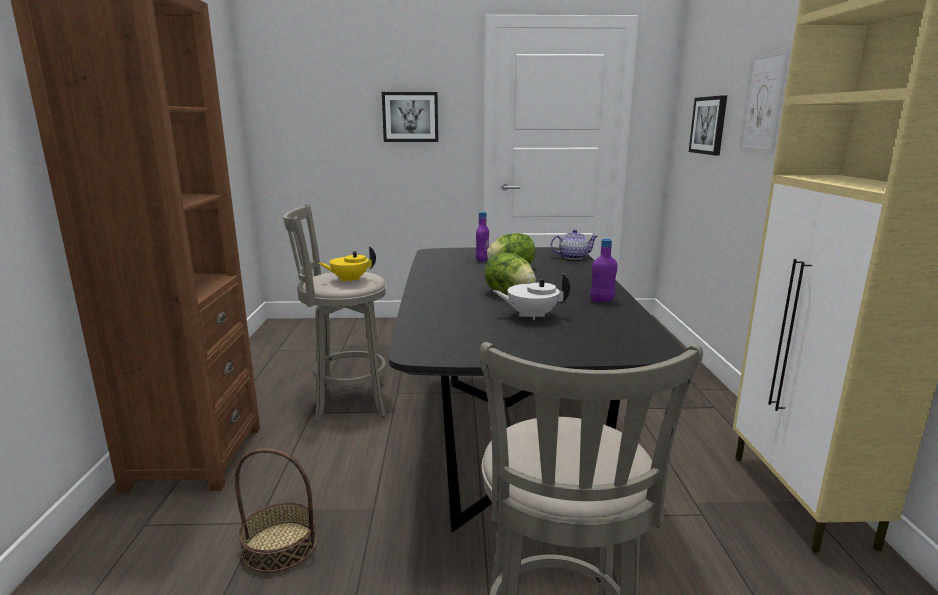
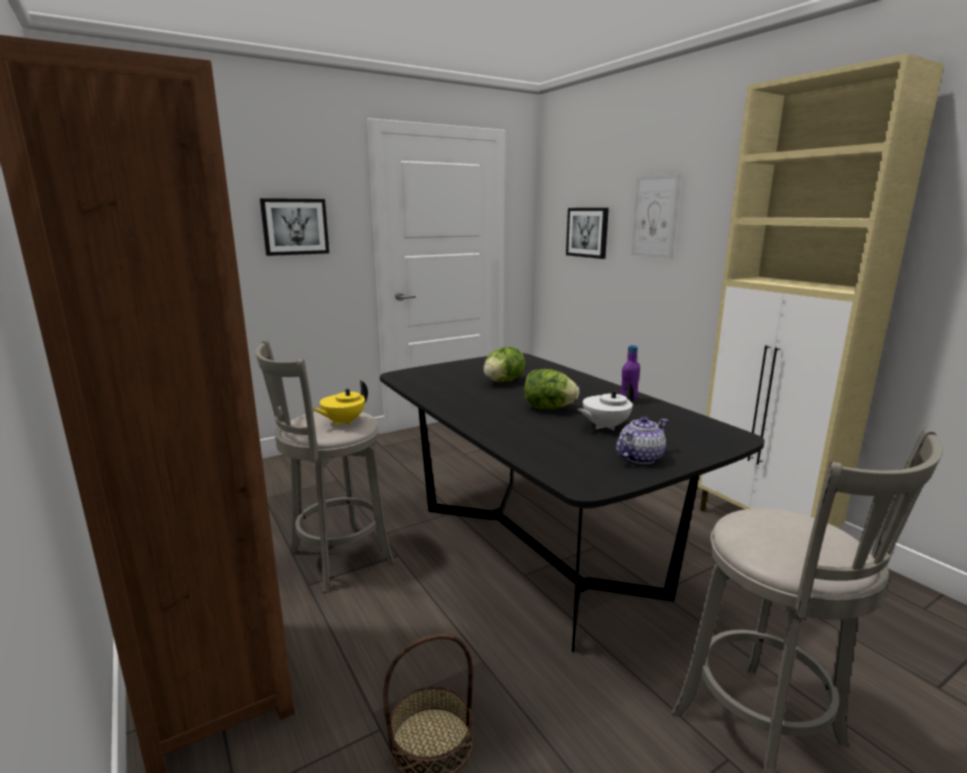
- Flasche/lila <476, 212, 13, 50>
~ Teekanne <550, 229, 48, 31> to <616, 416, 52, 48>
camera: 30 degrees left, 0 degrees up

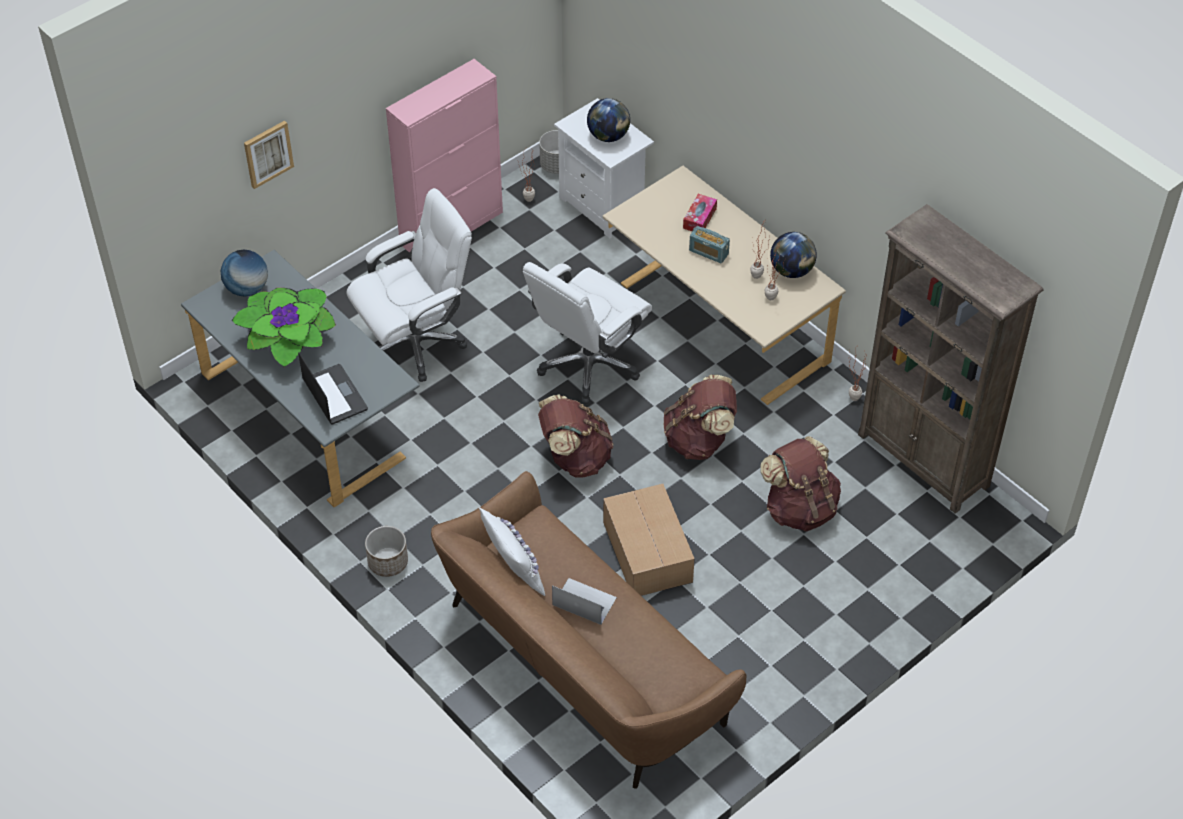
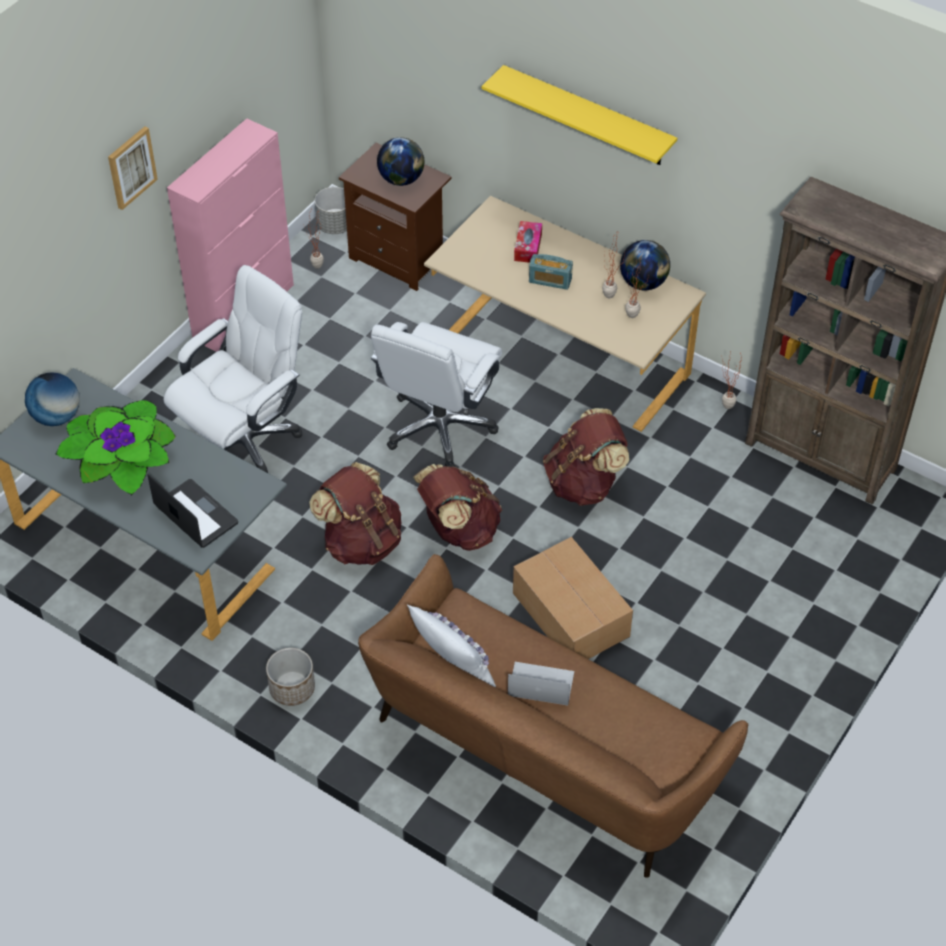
~ Bild <244, 121, 50, 68> to <108, 126, 50, 84>
~ Nachttisch/weiß <554, 98, 100, 140> to Nachttisch/braun <339, 143, 113, 148>
~ Rucksack/braun <760, 436, 81, 95> to <309, 462, 92, 103>
+ Wandregal/gelb <482, 65, 195, 100>
camera: 15 degrees left, 0 degrees up

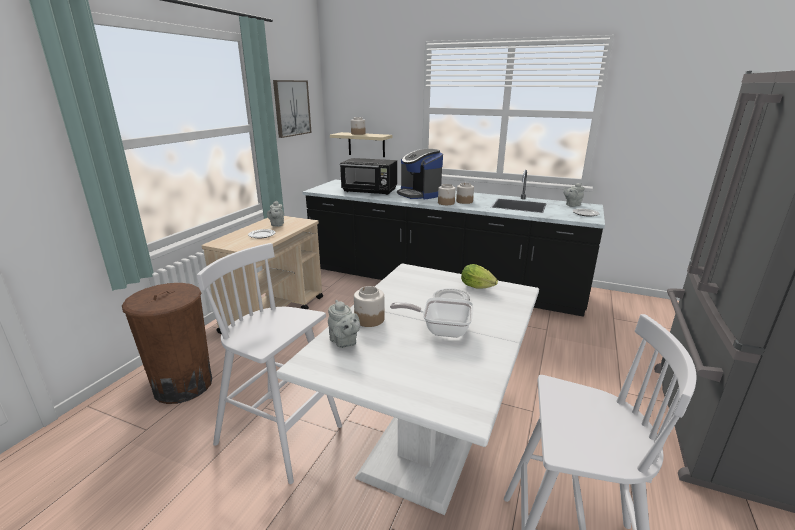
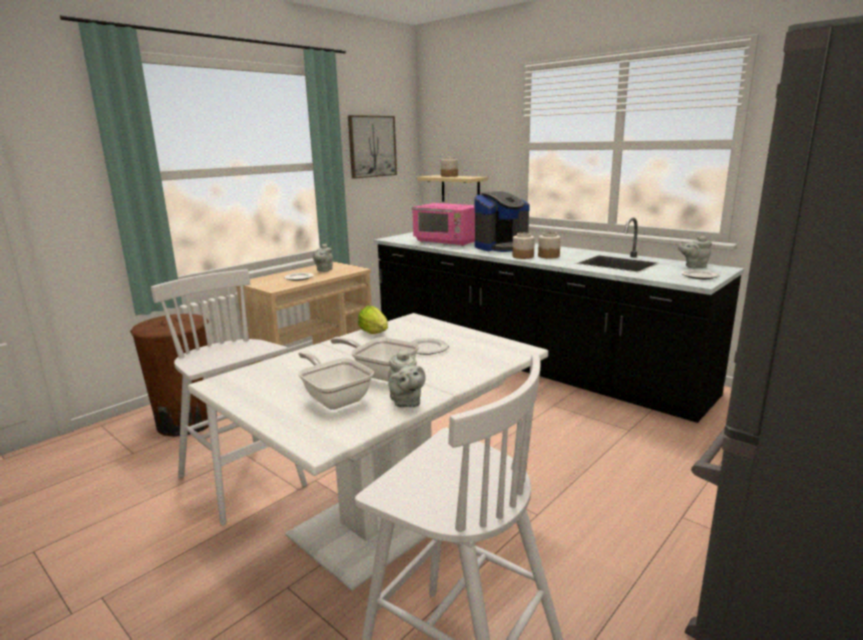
~ Teekanne/grau <328, 300, 32, 48> to <388, 348, 38, 59>
~ Mikrowelle/schwarz <340, 158, 57, 37> to Mikrowelle/rosa <412, 203, 63, 43>
- Vorratsglas <354, 286, 31, 41>
~ Kaffeemaschine <397, 149, 46, 51> = <475, 191, 55, 61> 105 degrees counterclockwise
~ Salatkopf <461, 264, 37, 25> to <358, 306, 30, 28>
+ Pfanne <298, 351, 76, 59>
camera: 20 degrees right, 5 degrees down

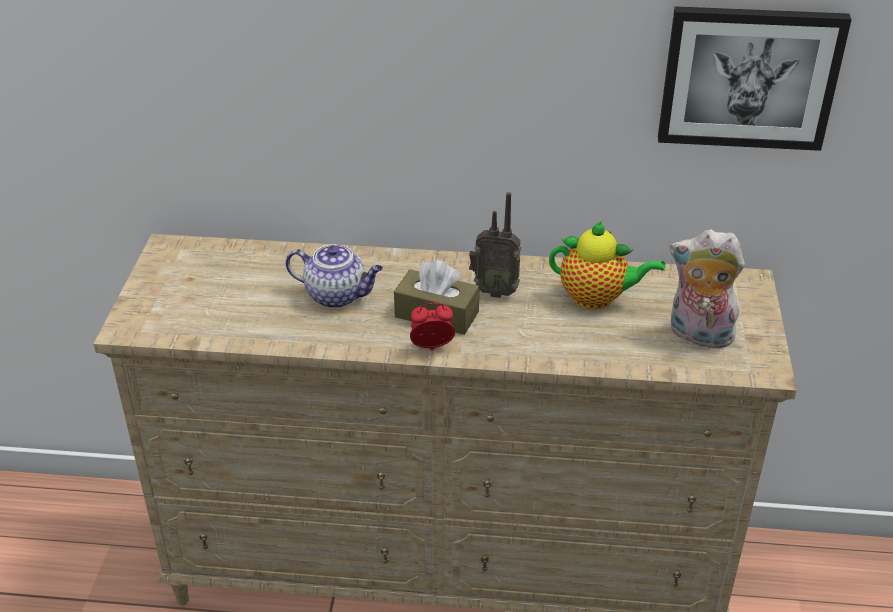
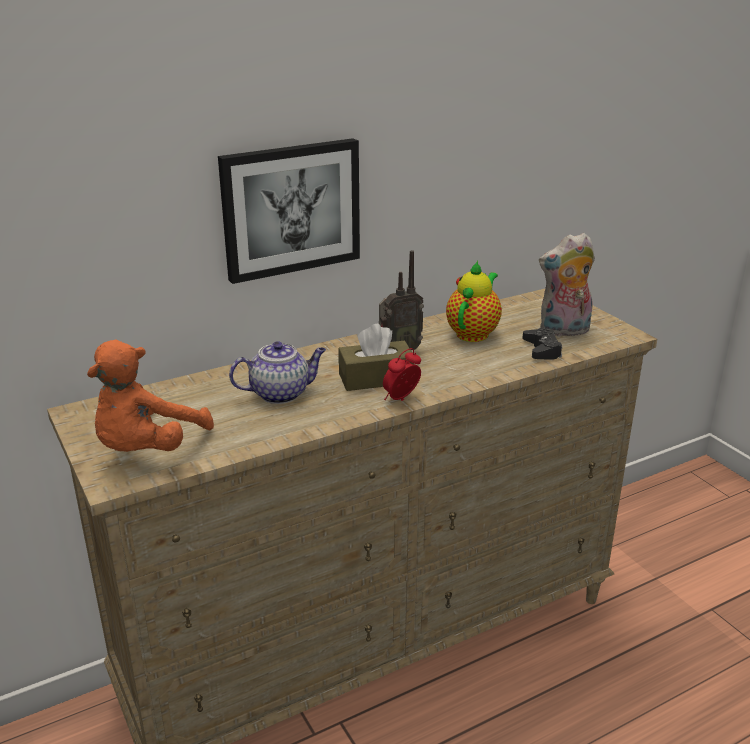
~ Teekanne <549, 221, 117, 88> = <446, 261, 56, 81> 45 degrees counterclockwise
~ Bild <658, 6, 194, 145> to <218, 138, 142, 146>
+ Plüschtier/orange <87, 339, 127, 113>
+ Gamepad/schwarz <522, 328, 40, 32>
camera: 35 degrees left, 10 degrees down

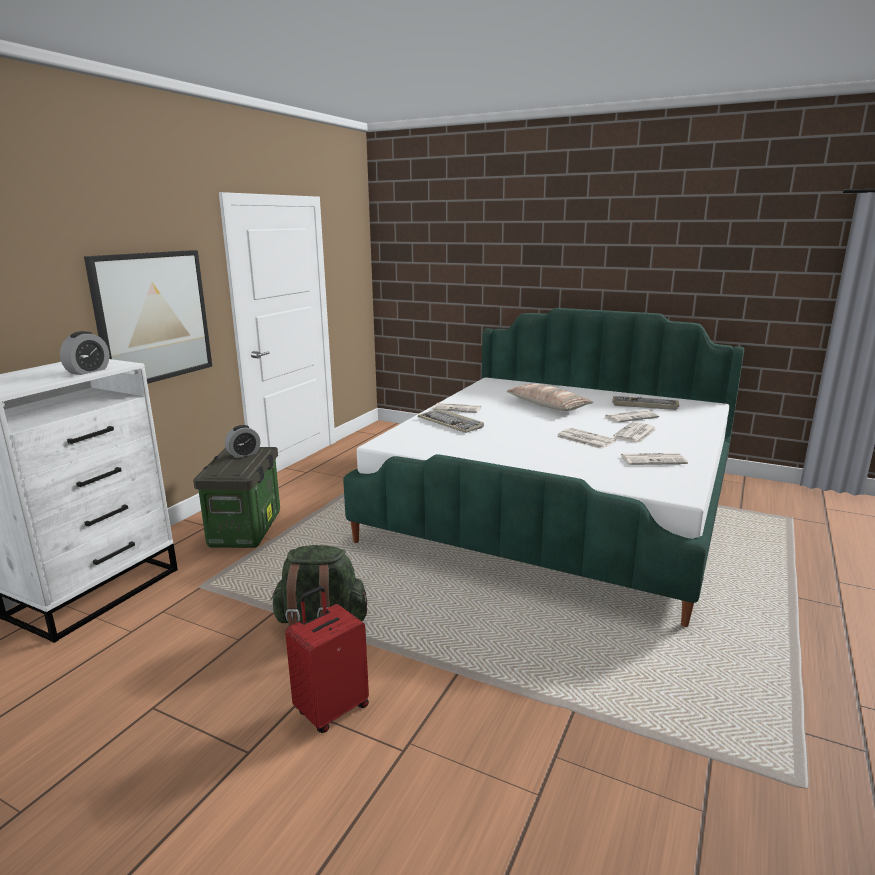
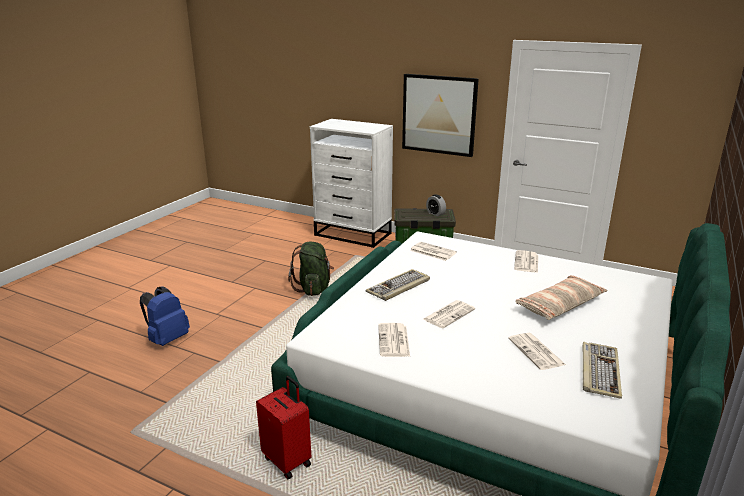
- Wecker <60, 331, 49, 44>
~ Koffer/rot <285, 586, 84, 147> to <256, 376, 55, 104>
~ Tastatur <418, 409, 66, 24> to <365, 269, 65, 32>
~ Zeitung <613, 422, 43, 21> to <410, 242, 47, 19>
+ Rucksack/blau <140, 287, 50, 59>
camera: 90 degrees right, 5 degrees up

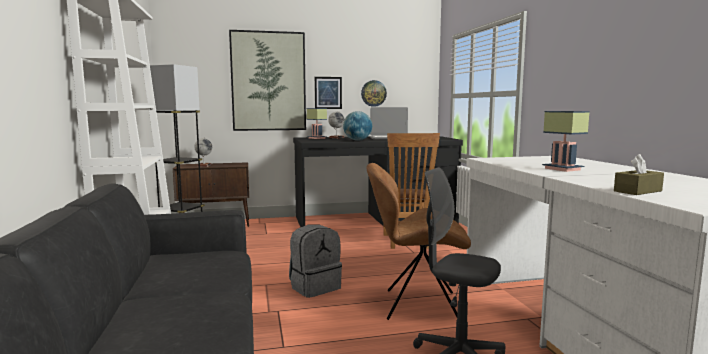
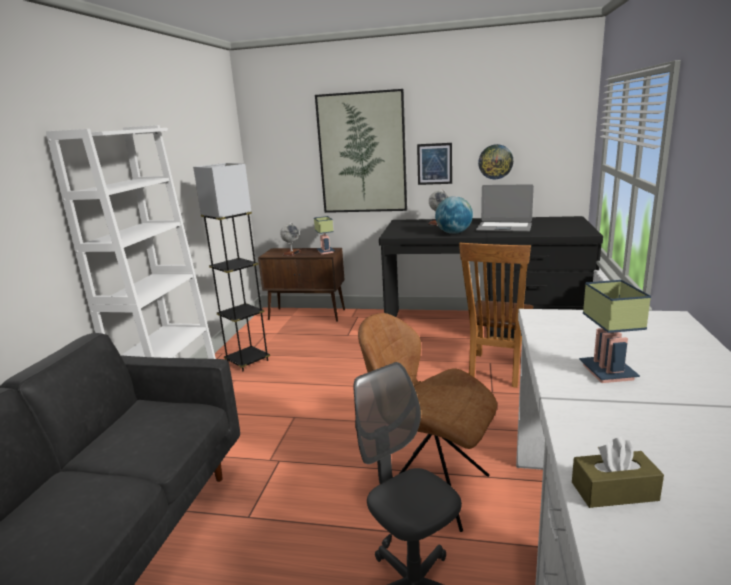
- Rucksack/grau <289, 224, 53, 74>
~ Tischlampe <307, 108, 20, 31> to <314, 216, 21, 38>
camera: 25 degrees right, 10 degrees up

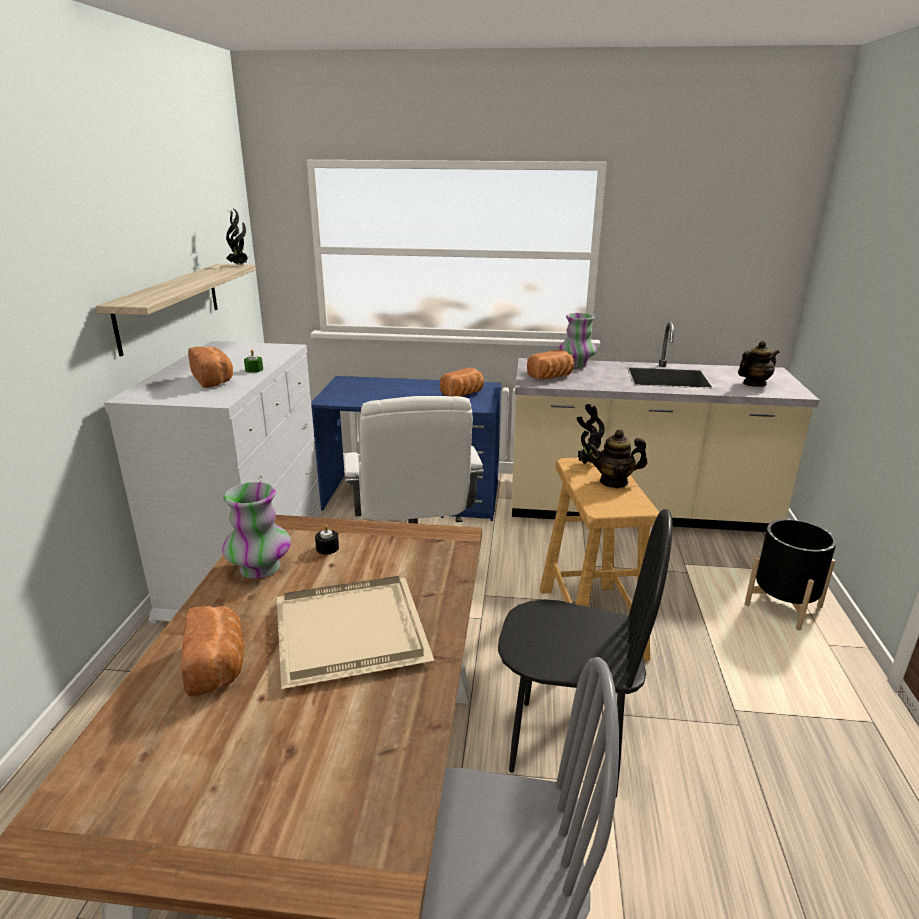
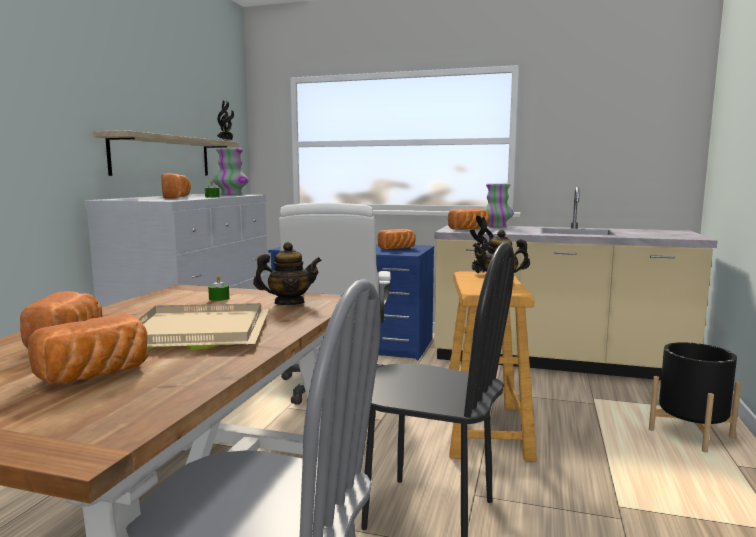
~ Vase <222, 482, 69, 96> to <213, 148, 36, 47>
~ Kerze/schwarz <315, 525, 24, 29> to Kerze/grün <208, 275, 21, 26>
~ Teekanne <738, 341, 41, 46> to <253, 242, 69, 63>
+ Brot <28, 314, 121, 70>
camera: 10 degrees right, 15 degrees down

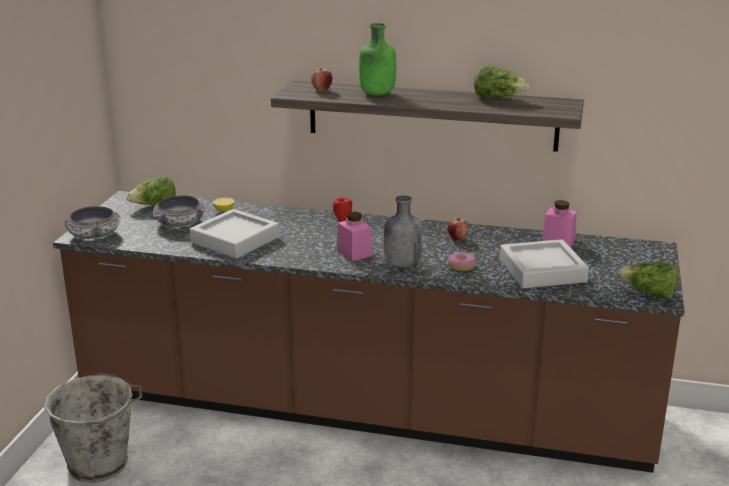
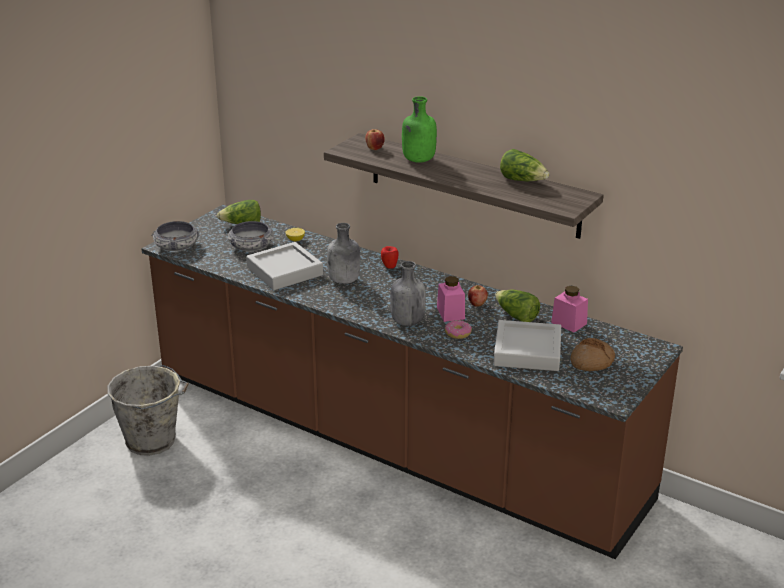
~ Vorratsglas/rosa <337, 212, 35, 49> to <437, 276, 28, 46>
~ Salatkopf <617, 263, 62, 36> to <495, 290, 45, 32>
+ Flasche/grau <327, 223, 33, 61>
+ Brot <570, 338, 45, 33>
camera: 20 degrees right, 5 degrees up

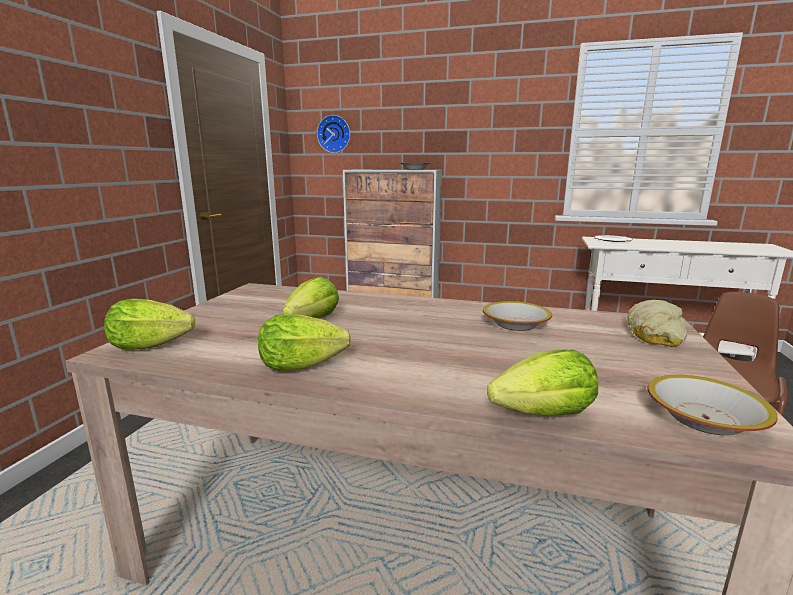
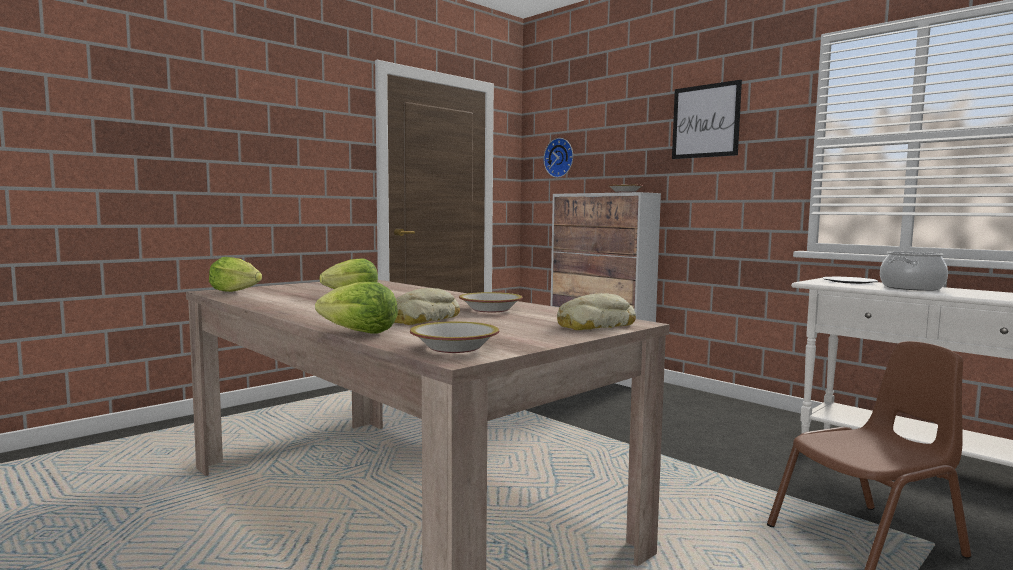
- Salatkopf <258, 314, 93, 57>
+ Brot <394, 288, 66, 37>
+ Bild <672, 80, 70, 79>
+ Kochtopf <880, 252, 68, 39>
camera: 30 degrees right, 10 degrees down

